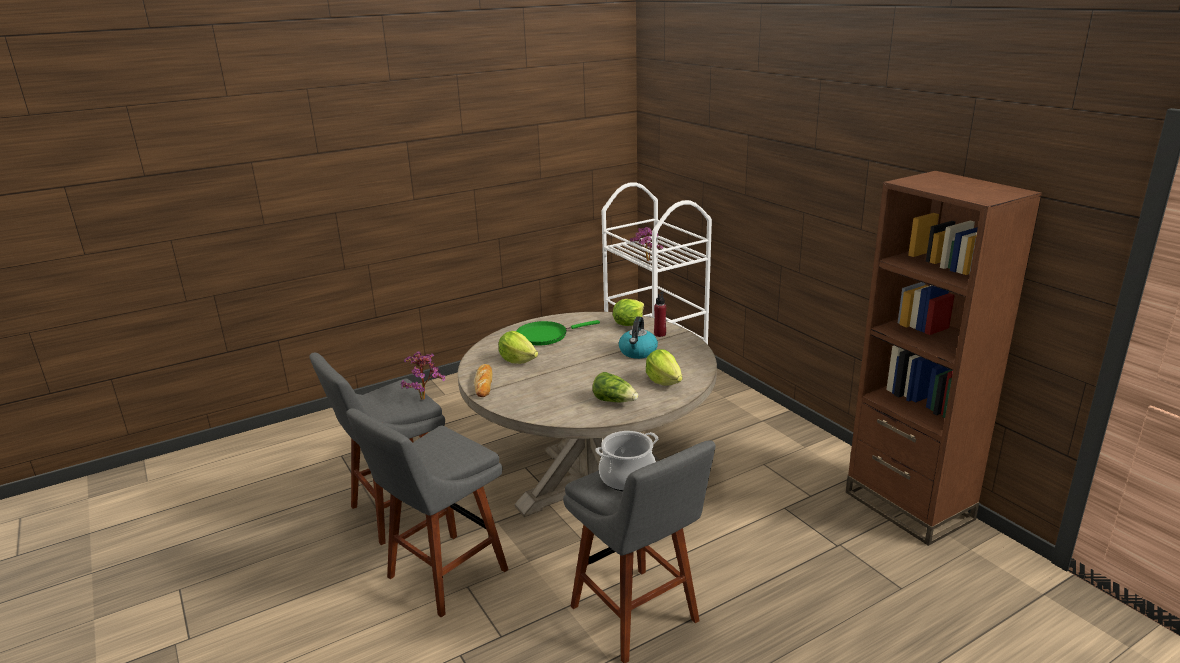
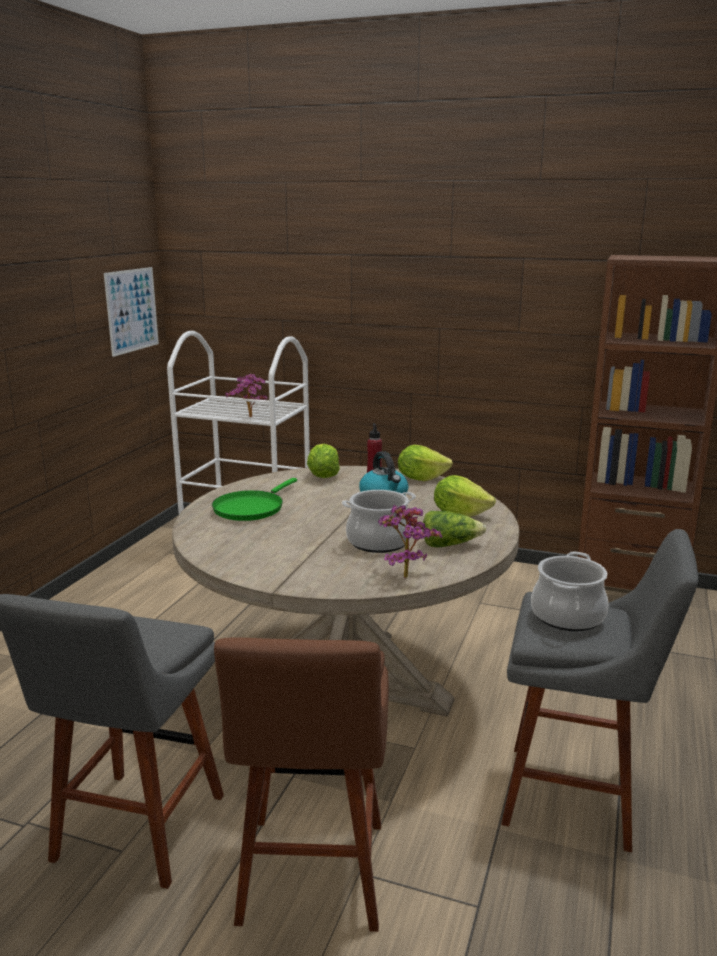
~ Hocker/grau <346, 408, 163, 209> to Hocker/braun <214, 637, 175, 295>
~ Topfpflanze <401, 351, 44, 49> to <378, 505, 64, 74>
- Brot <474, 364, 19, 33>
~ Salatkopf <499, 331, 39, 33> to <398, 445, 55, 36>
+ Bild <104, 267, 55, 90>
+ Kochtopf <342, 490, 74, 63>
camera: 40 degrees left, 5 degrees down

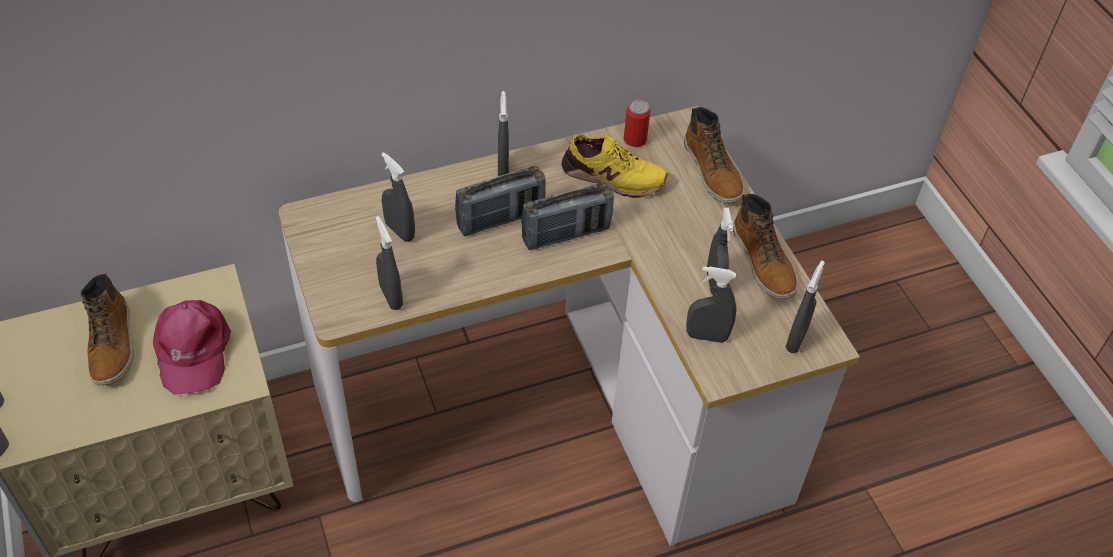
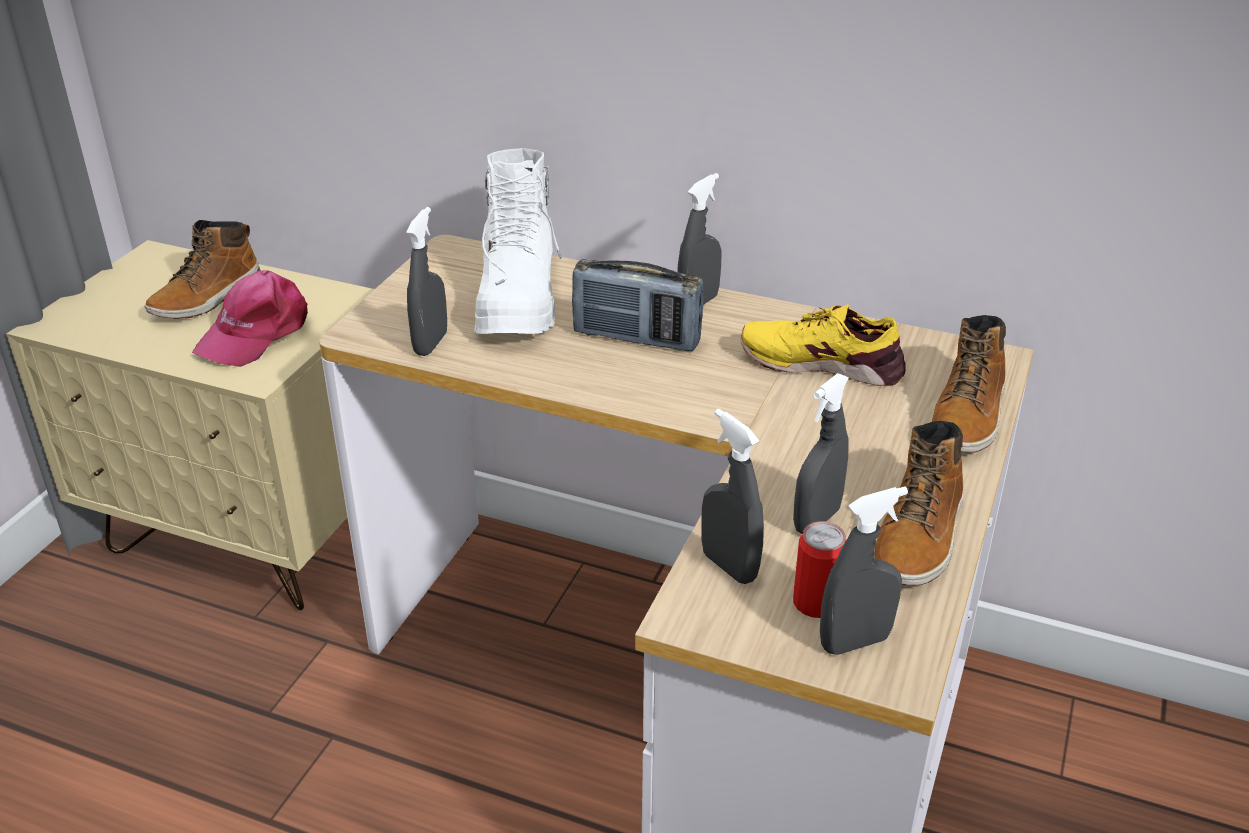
~ Sprühflasche/grau <381, 152, 34, 90> to Stiefel/weiß <474, 148, 88, 186>
- Radio <521, 183, 93, 67>
~ Schuh/gelb <562, 134, 106, 64> = <741, 304, 165, 82> 135 degrees clockwise
~ Dose <624, 99, 26, 48> to <793, 521, 53, 97>
camera: 45 degrees right, 15 degrees down

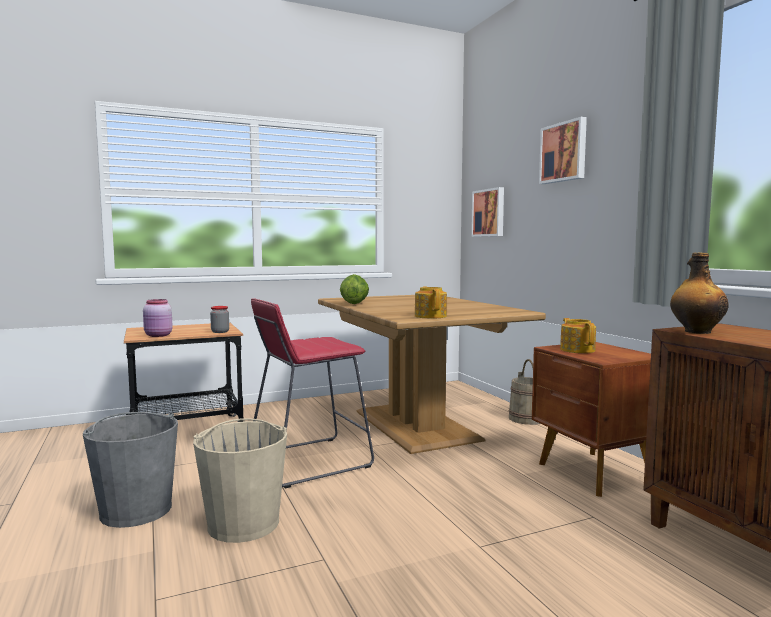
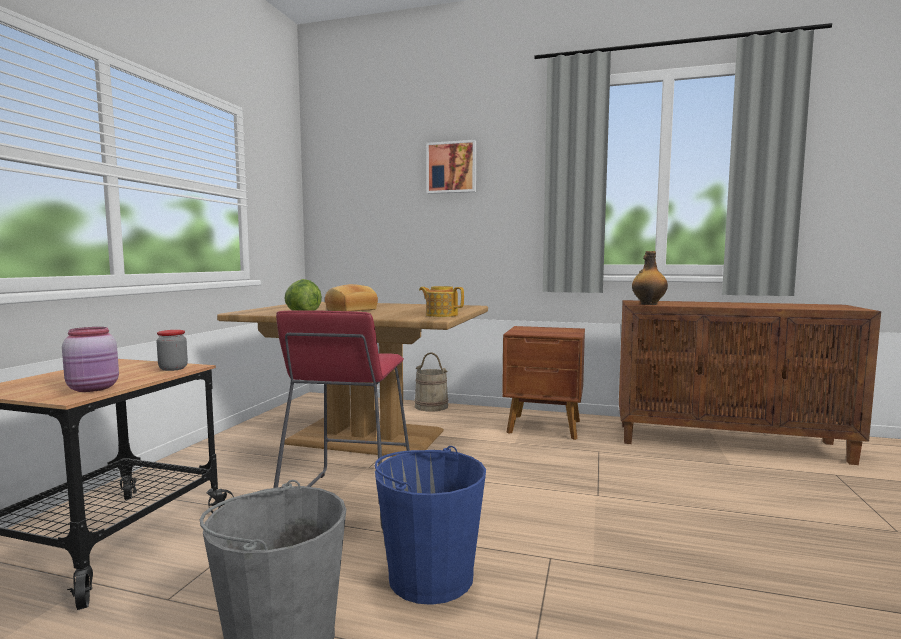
~ Eimer/beige <193, 418, 94, 125> to Eimer/blau <375, 446, 111, 159>
- Bild <471, 187, 33, 50>
- Teekanne <560, 318, 36, 35>
+ Brot <325, 284, 53, 27>
camera: 50 degrees left, 0 degrees up

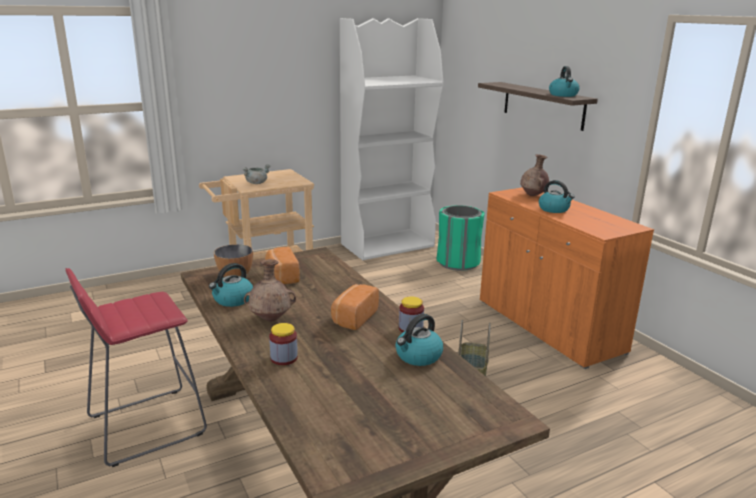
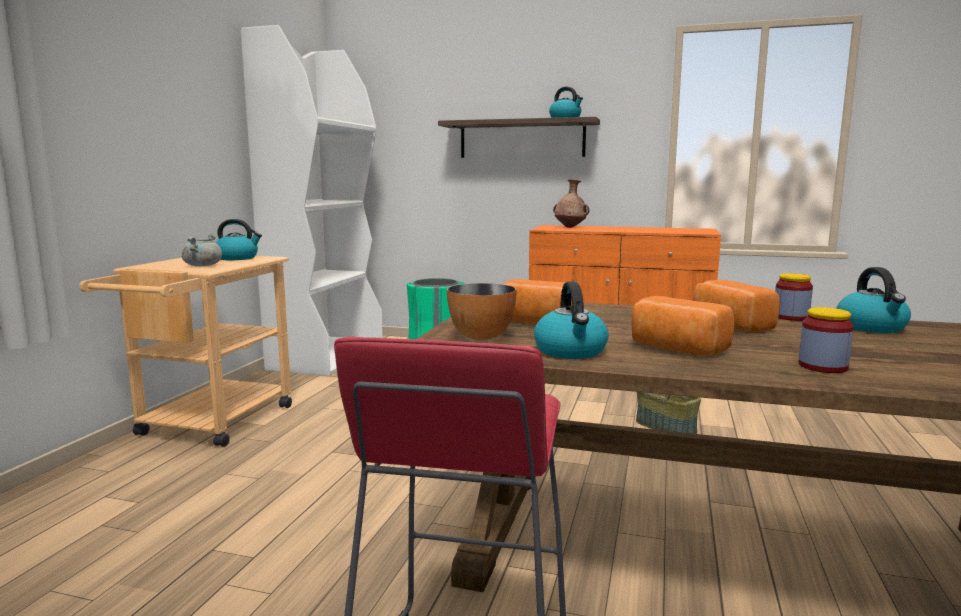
~ Vase/braun <244, 259, 52, 62> to Brot <631, 296, 103, 60>
~ Wasserkessel <539, 180, 36, 33> to <216, 219, 46, 41>
camera: 45 degrees left, 10 degrees down

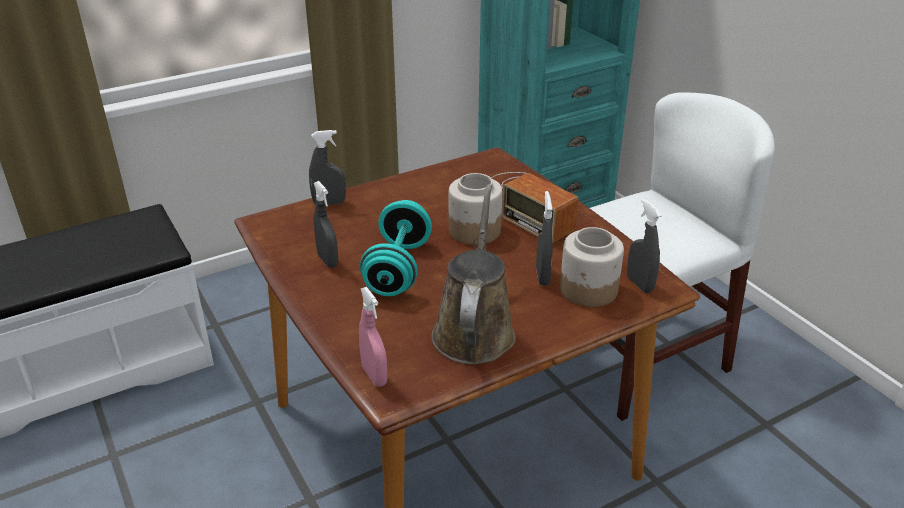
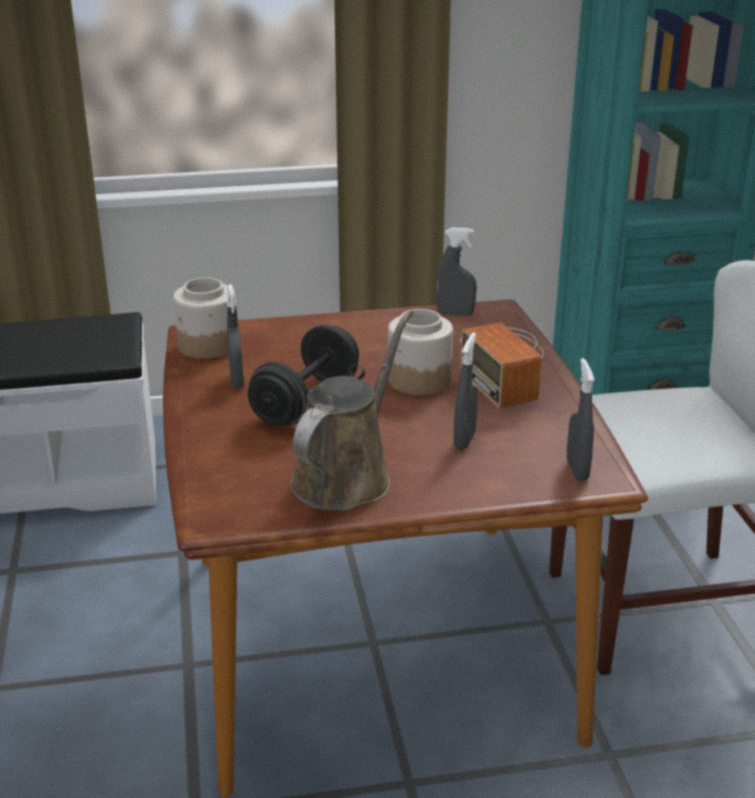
~ Sprühflasche/grau <309, 130, 37, 75> to <436, 227, 41, 89>
- Sprühflasche/rosa <359, 287, 29, 100>
~ Hantel/türkis <360, 200, 72, 96> to Hantel/schwarz <248, 325, 111, 100>
~ Vorratsglas <560, 227, 64, 80> to <173, 278, 56, 81>
camera: 20 degrees right, 5 degrees down

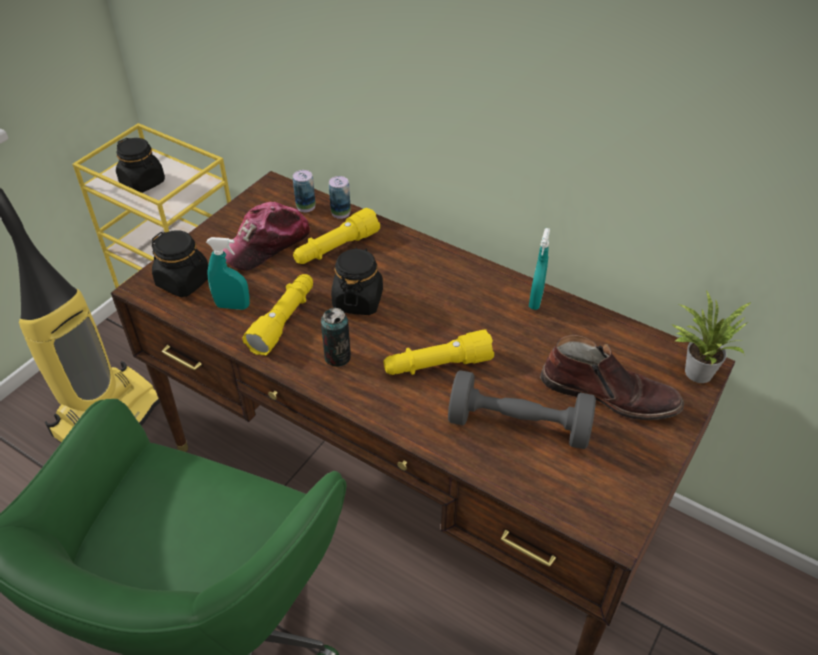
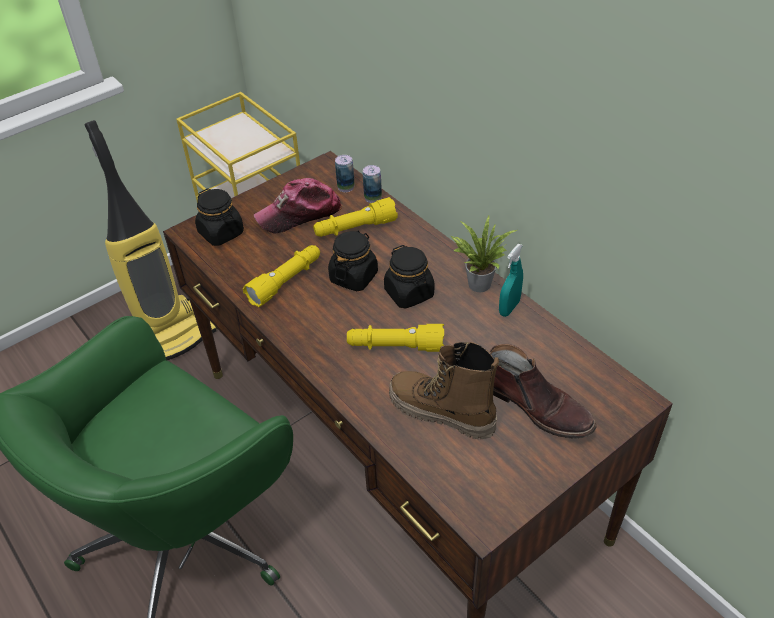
~ Vorratsglas/schwarz <116, 138, 49, 55> to <384, 245, 50, 64>
- Sprühflasche/türkis <206, 237, 44, 73>
- Dose <321, 308, 30, 59>
~ Hantel/grau <448, 370, 148, 79> to Stiefel <389, 342, 110, 97>
~ Topfpflanze <671, 290, 80, 93> to <451, 216, 66, 76>
camera: 20 degrees right, 0 degrees up

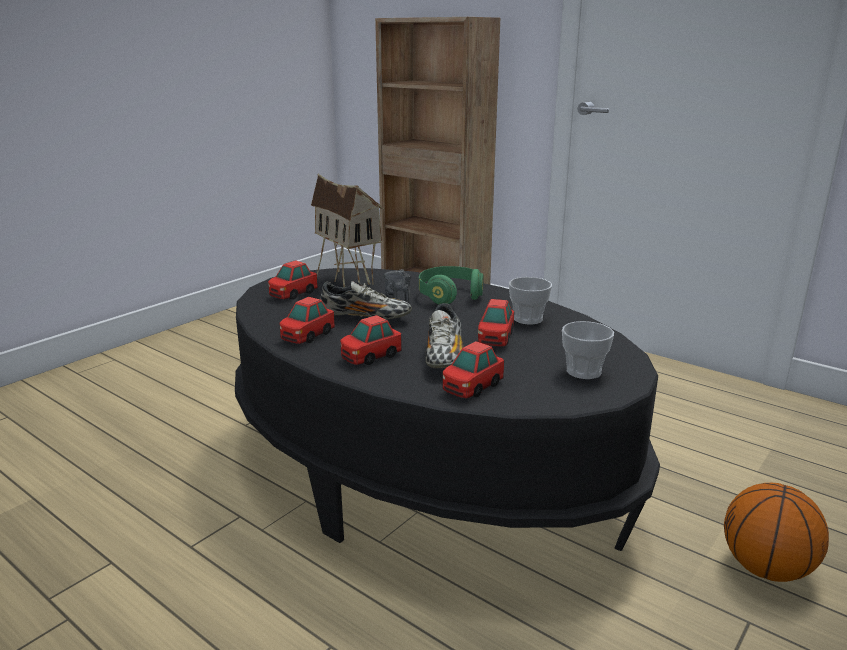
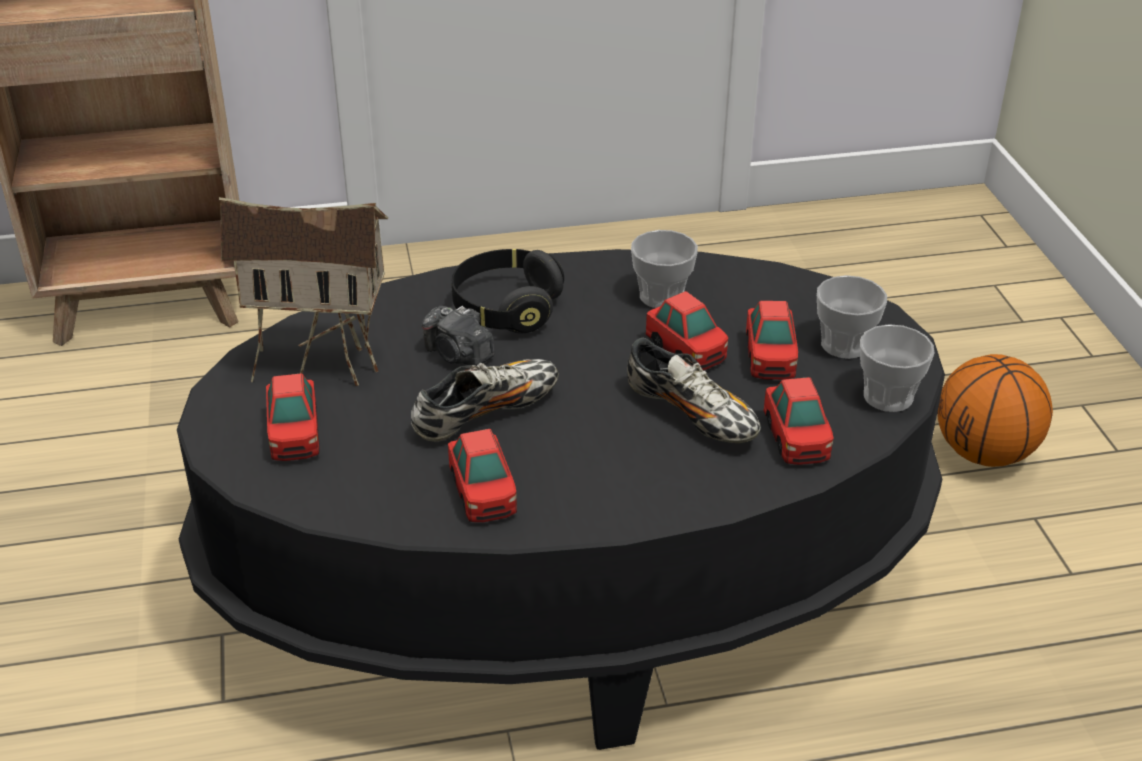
~ Spielzeugauto <340, 315, 62, 50> to <746, 301, 52, 79>
~ Kopfhörer/grün <419, 266, 65, 38> to Kopfhörer/schwarz <452, 249, 112, 84>
+ Tasse <860, 324, 75, 88>
camera: 50 degrees left, 15 degrees up

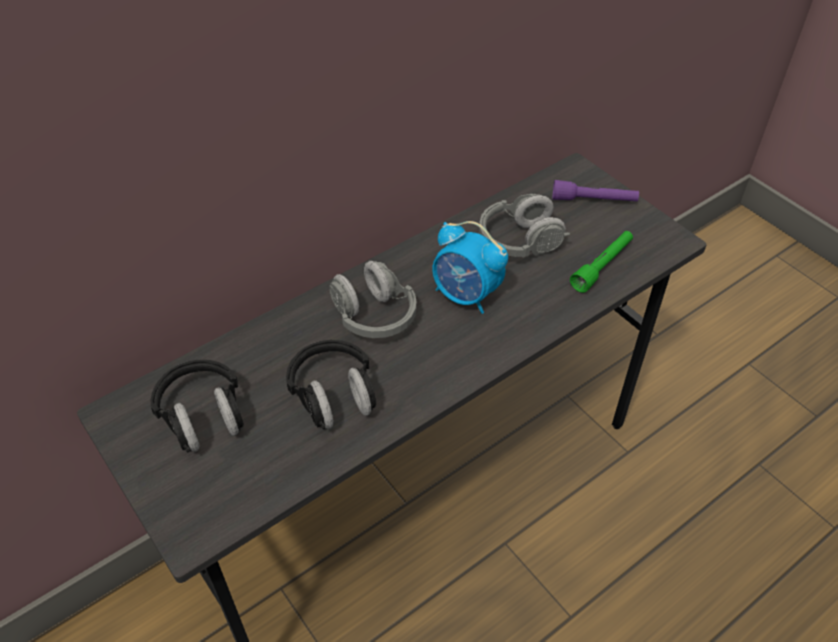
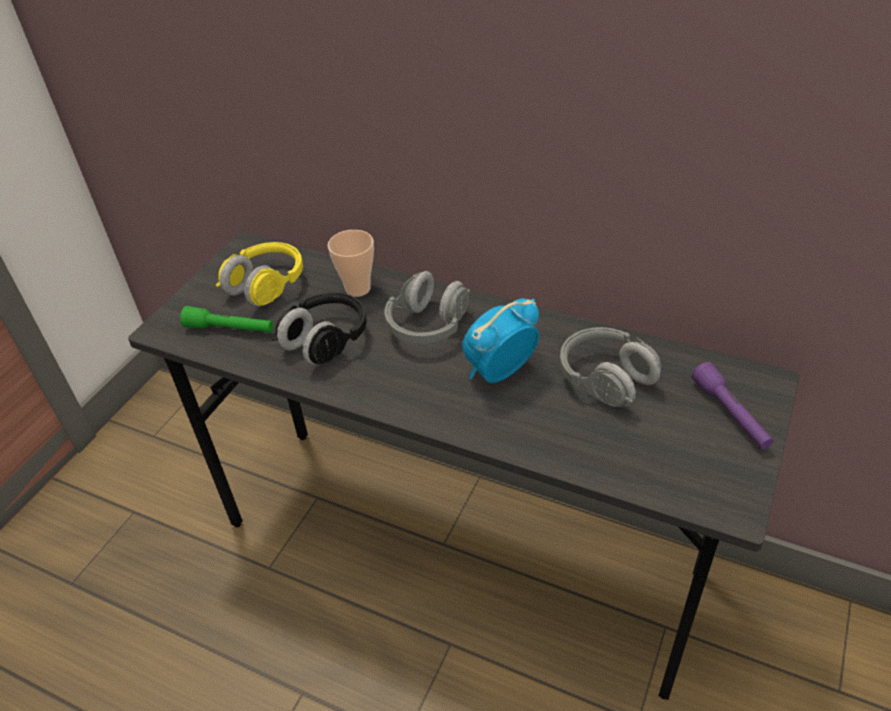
~ Kopfhörer/schwarz <151, 360, 93, 93> to Kopfhörer/gelb <215, 242, 88, 65>
~ Wecker <432, 221, 76, 93> = <462, 299, 77, 84> 45 degrees clockwise
~ Taschenlampe/grün <570, 231, 63, 62> to <180, 306, 93, 27>
+ Tasse <327, 230, 47, 67>
camera: 65 degrees right, 5 degrees down

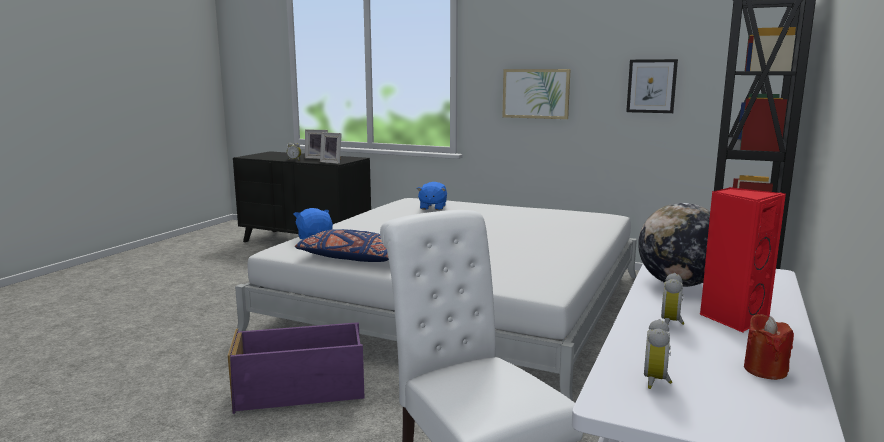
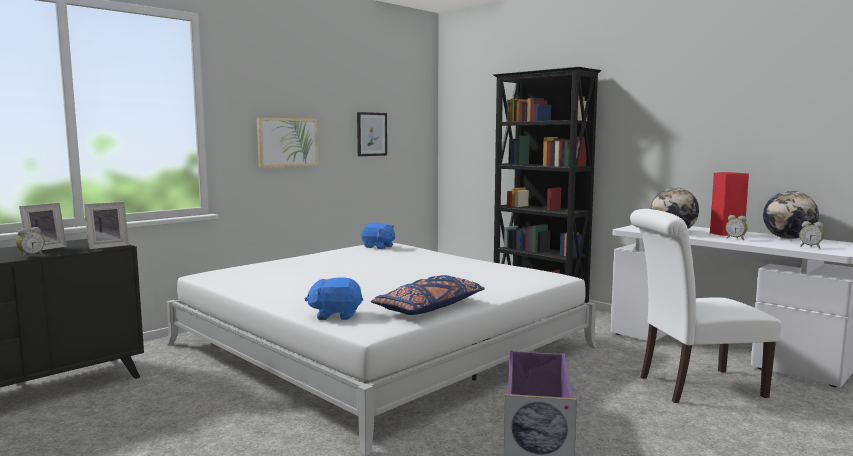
~ Plüschtier/blau <417, 182, 30, 28> to <361, 223, 34, 26>
~ Kerze/rot <744, 314, 50, 66> to Globus <763, 191, 56, 48>
camera: 70 degrees left, 5 degrees down

